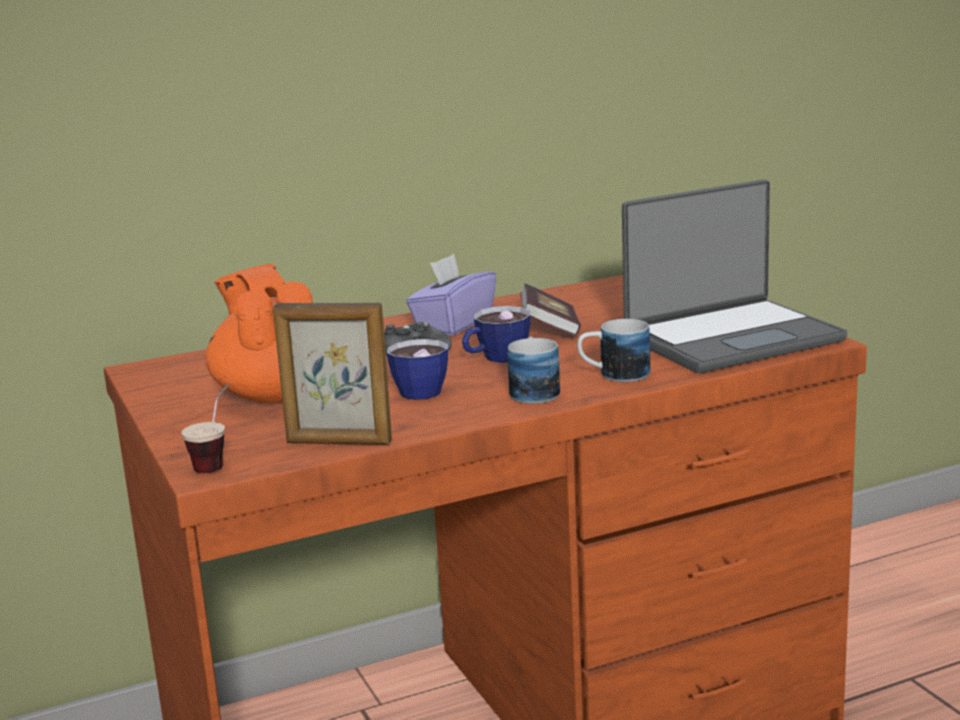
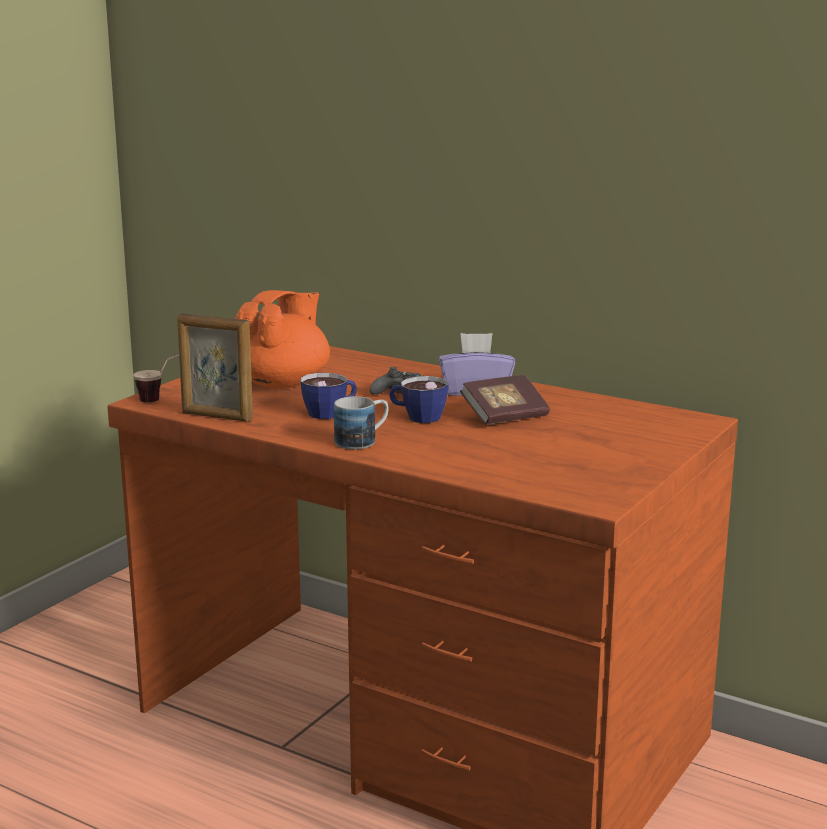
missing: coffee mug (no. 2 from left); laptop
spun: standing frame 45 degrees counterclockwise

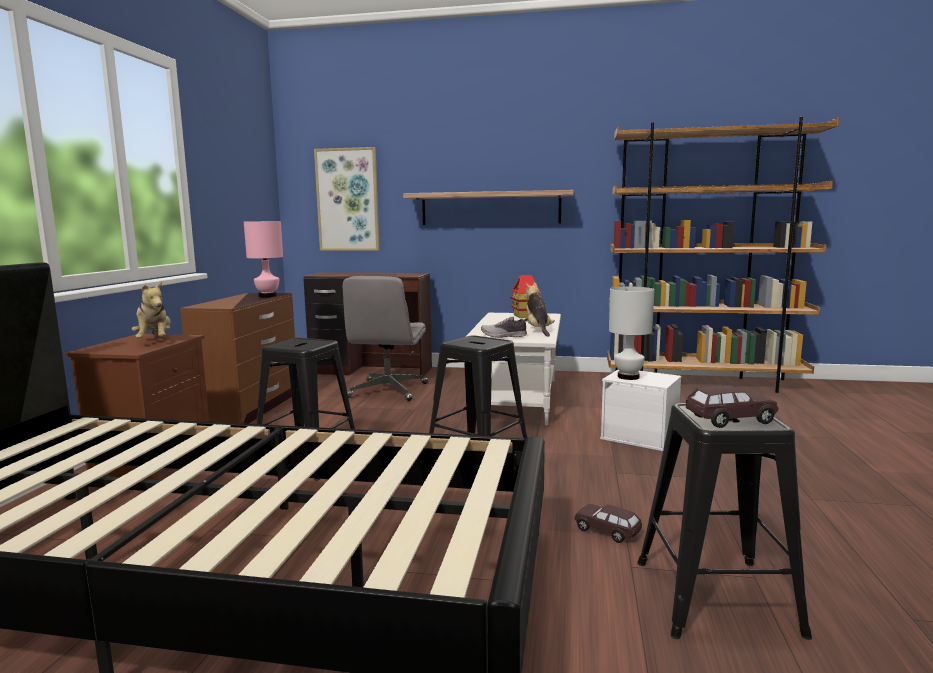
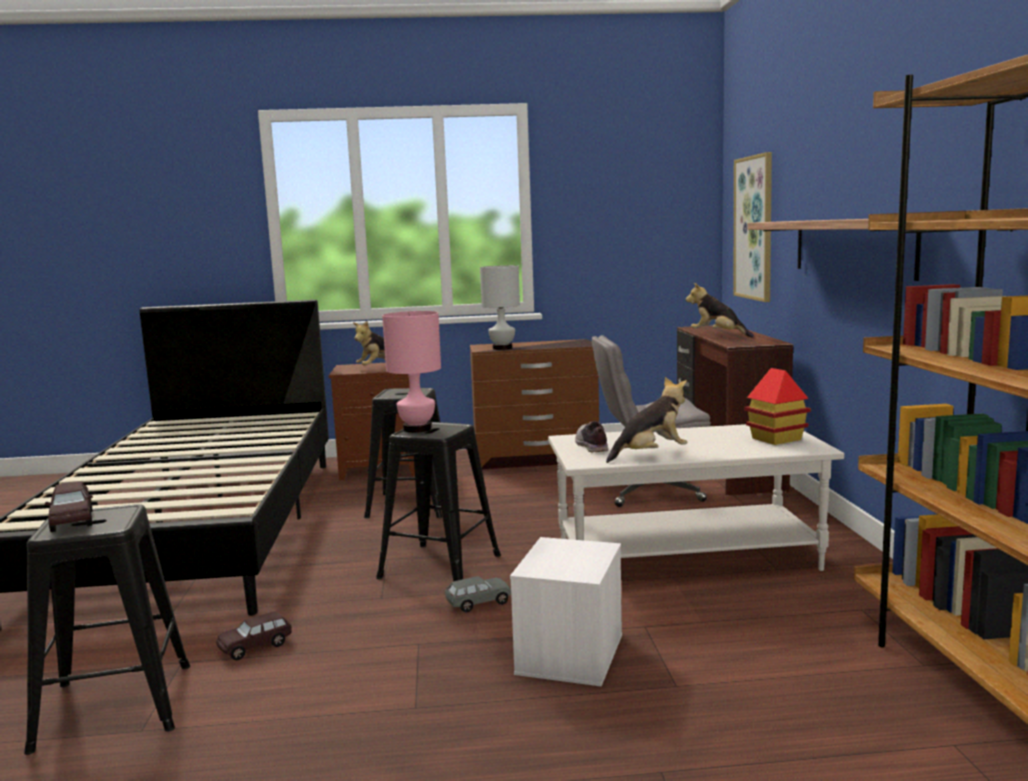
appeared: gray miniature car; cuddly toy (no. 3 from left)
relocated: pink-coloured tabletop lamp; white tabletop lamp
spun: brown miniature car (no. 1 from left in the first image) 150 degrees counterclockwise

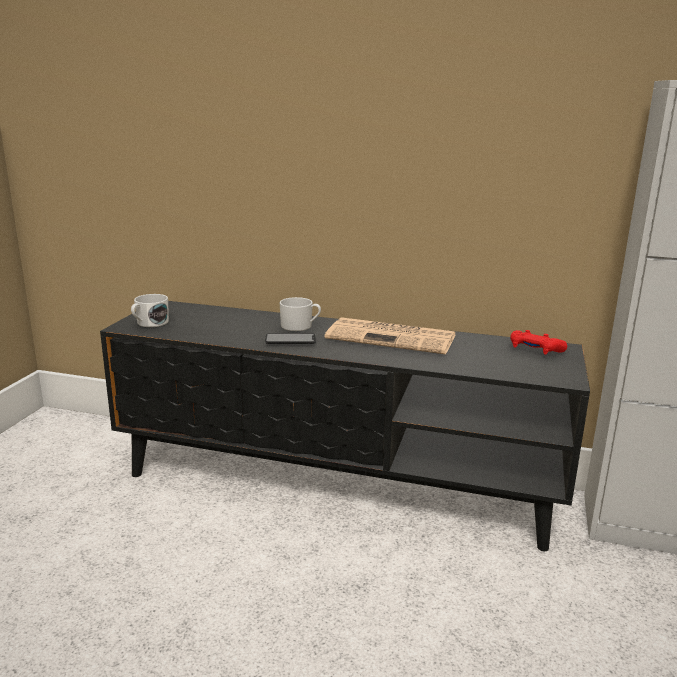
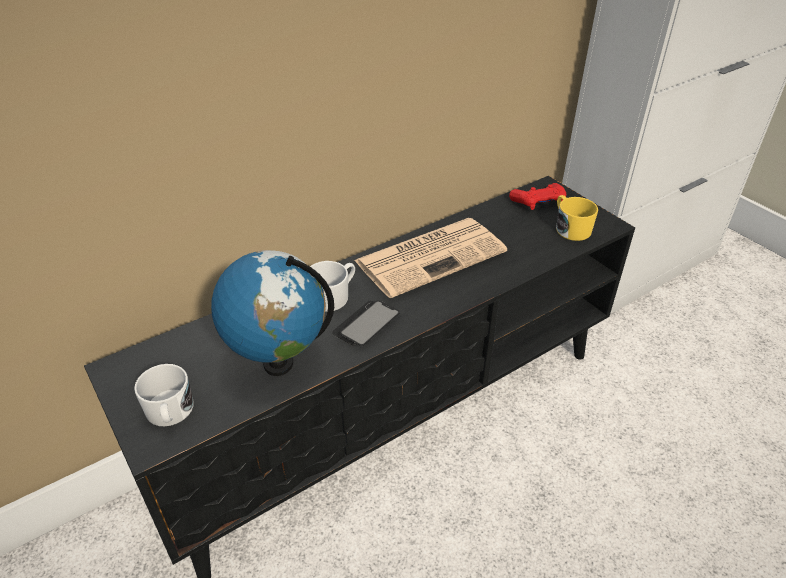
appeared: globe; yellow coffee mug

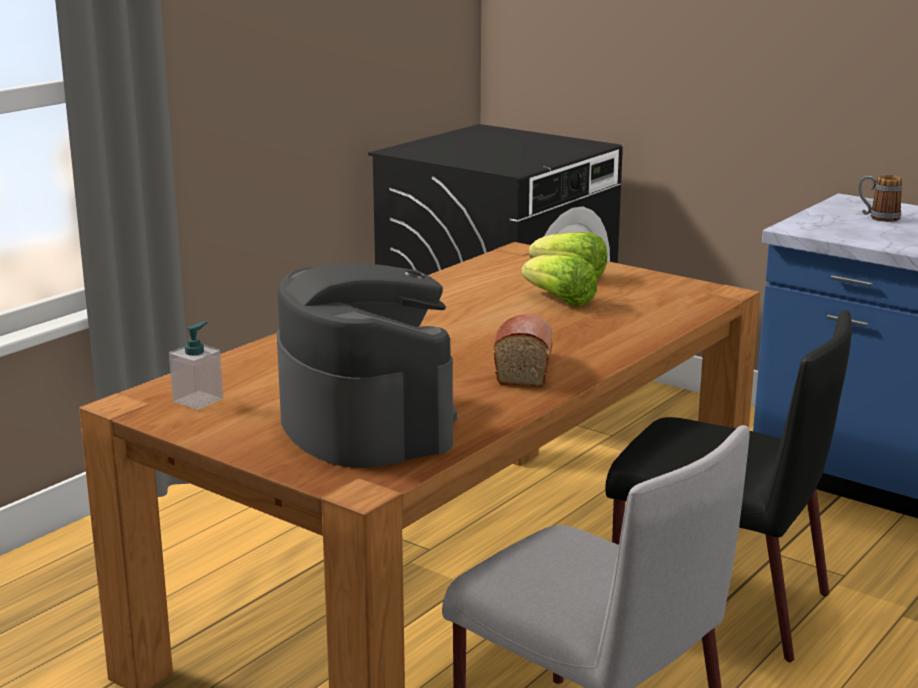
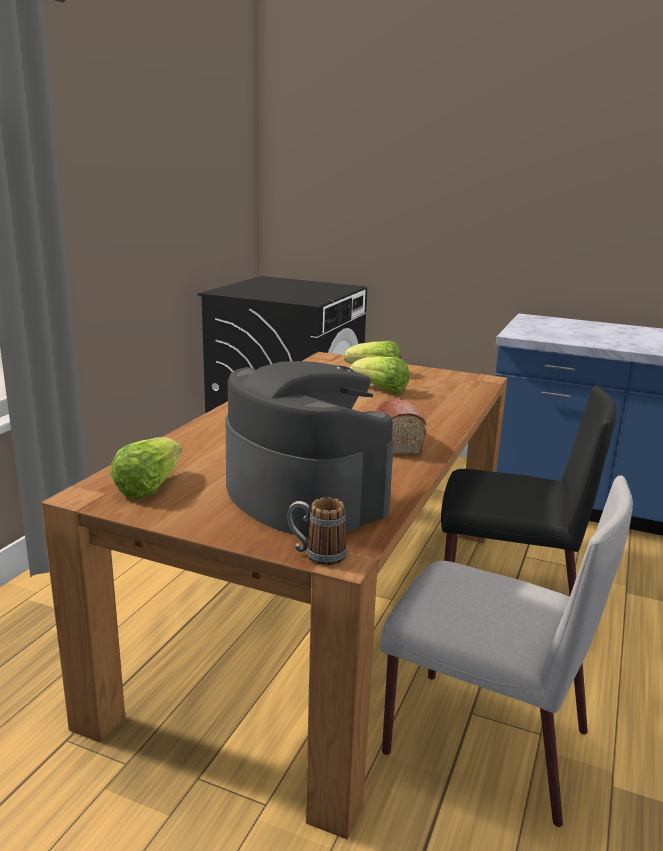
relocated: coffee mug
exchanged: soap dispenser to lettuce head (no. 1 from left)

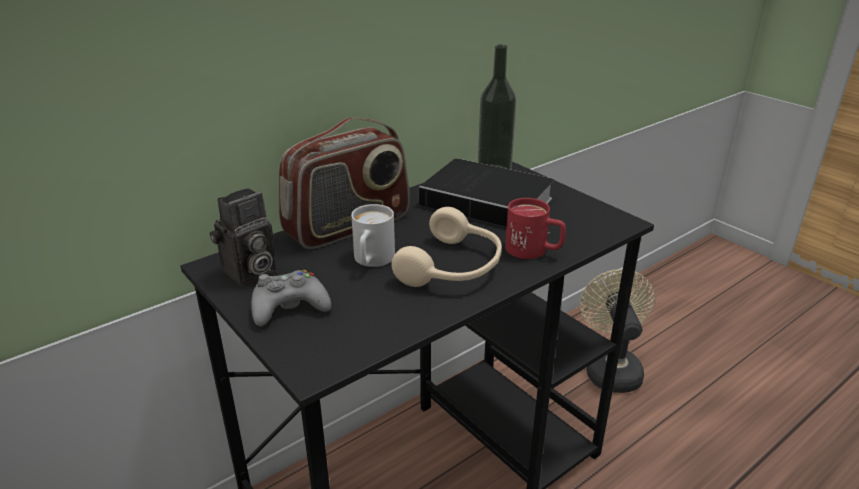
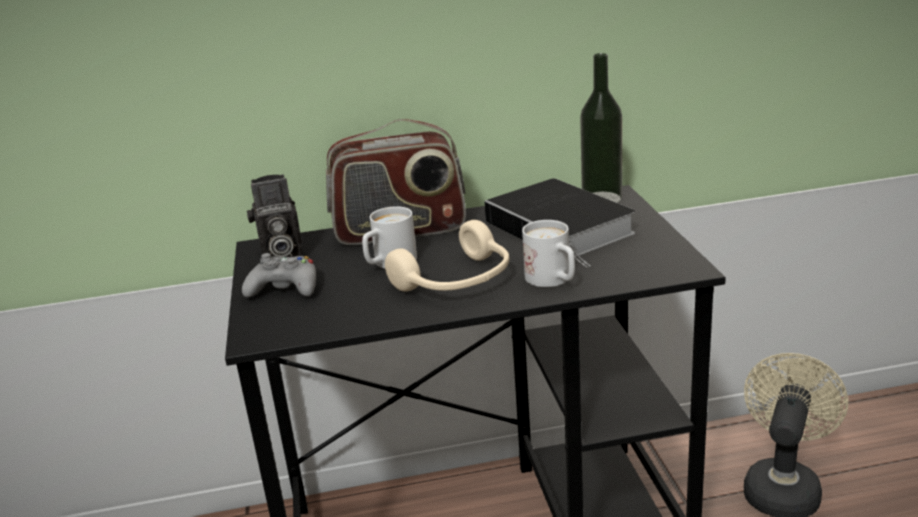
colour: reddish coffee mug to white coffee mug (no. 2 from left)

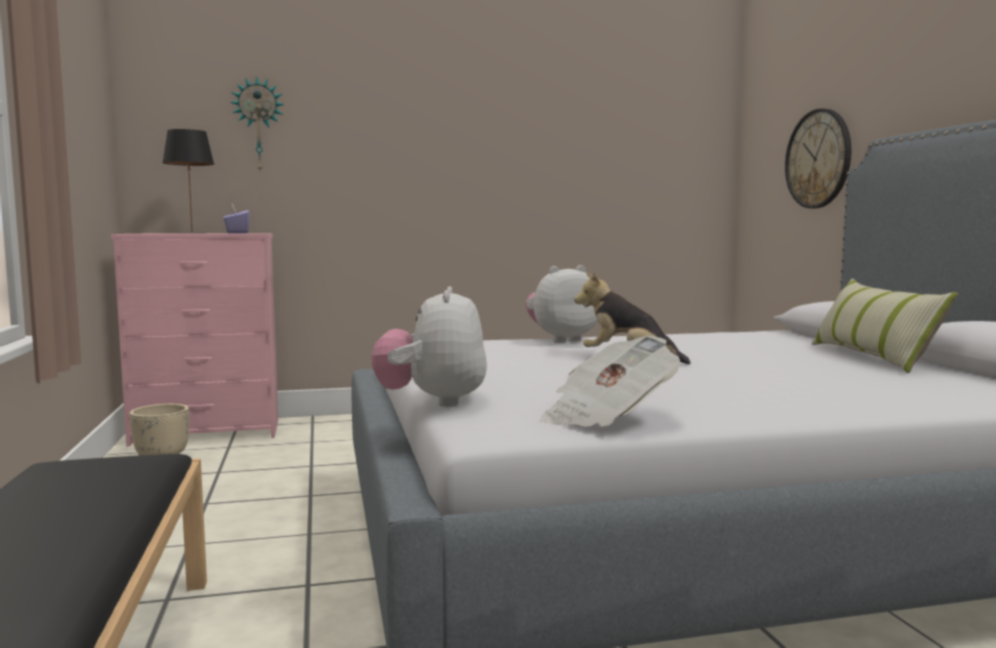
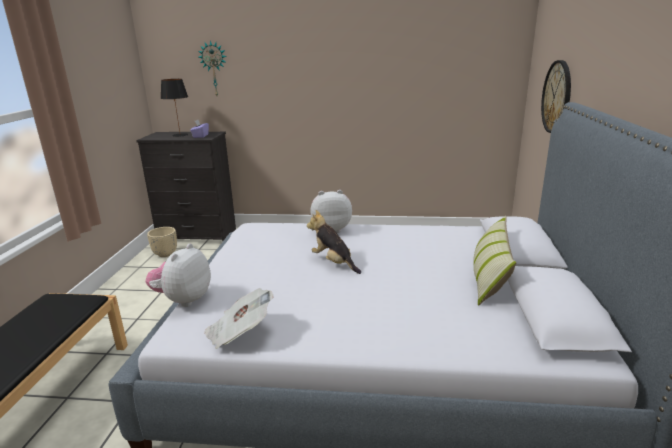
colour: pink-coloured drawer chest to black drawer chest

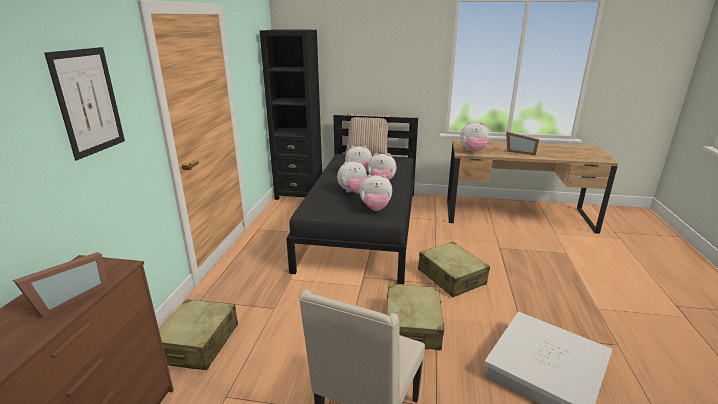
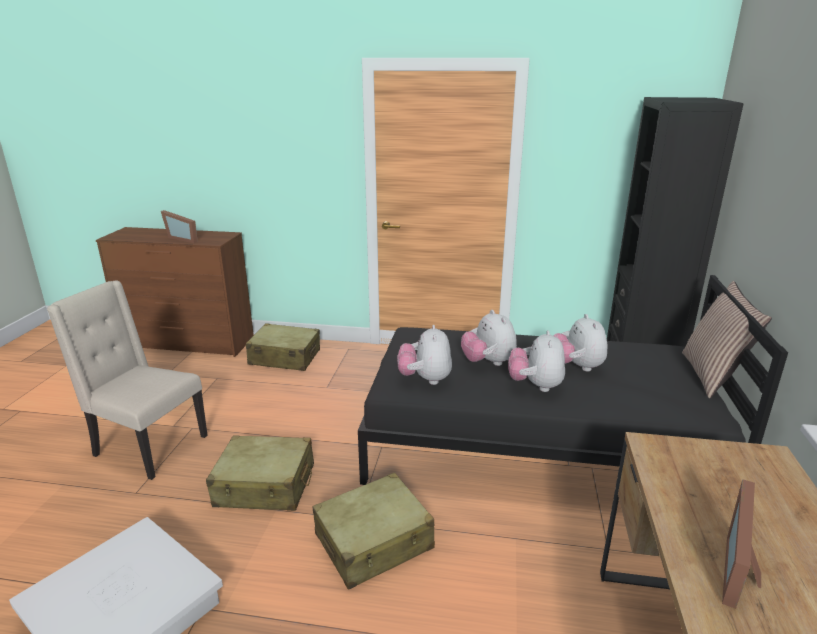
missing: wall picture; cuddly toy (no. 5 from left)

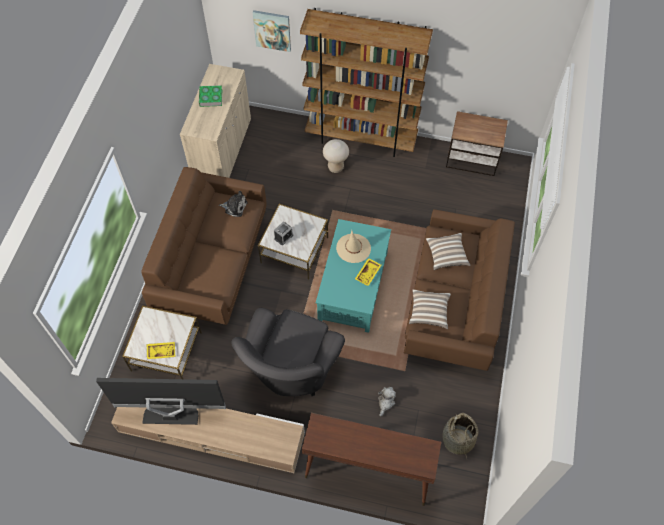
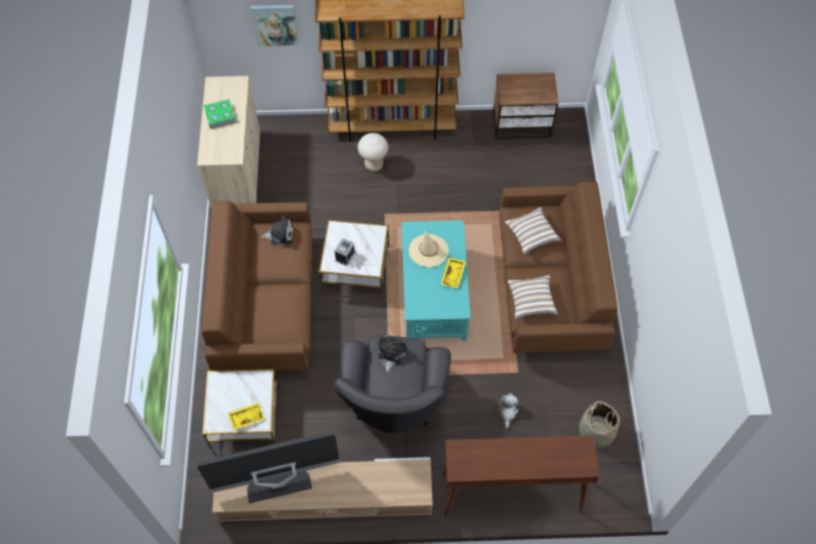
appeared: cuddly toy (no. 2 from left)

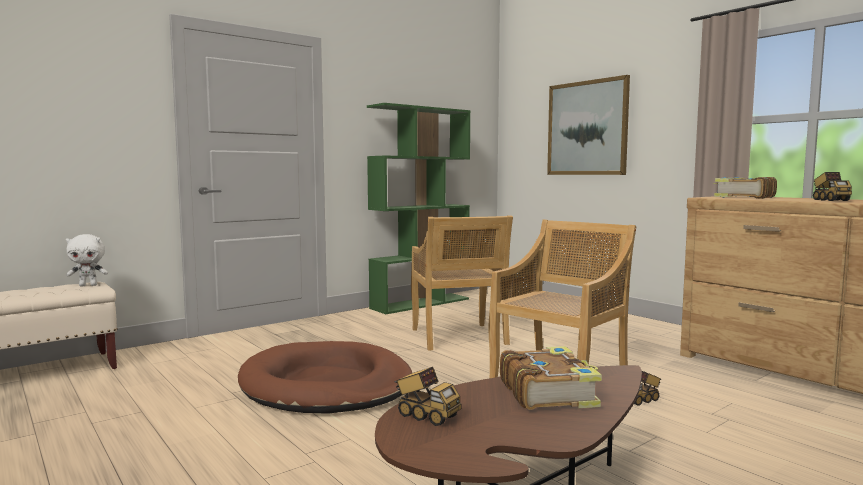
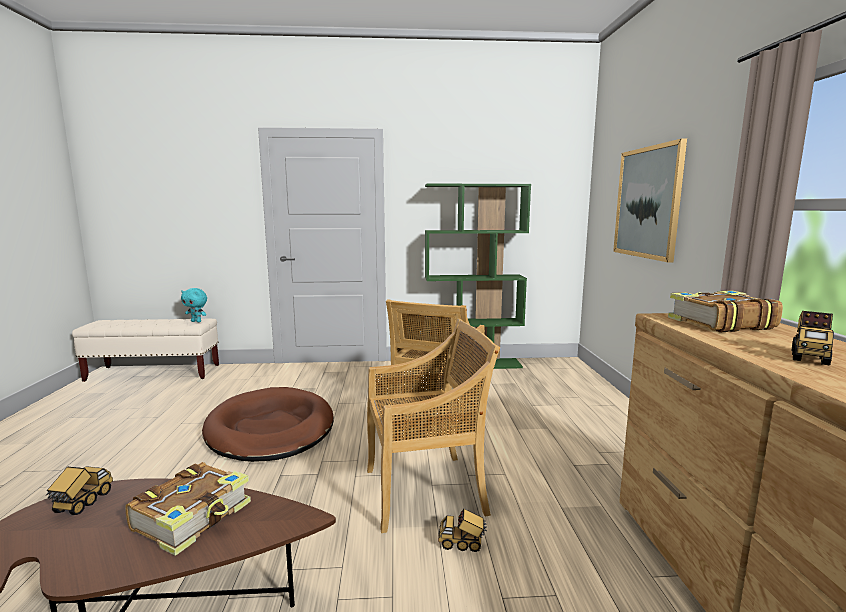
colour: white cuddly toy to blue-green cuddly toy
spun: model truck (no. 1 from left) 150 degrees counterclockwise

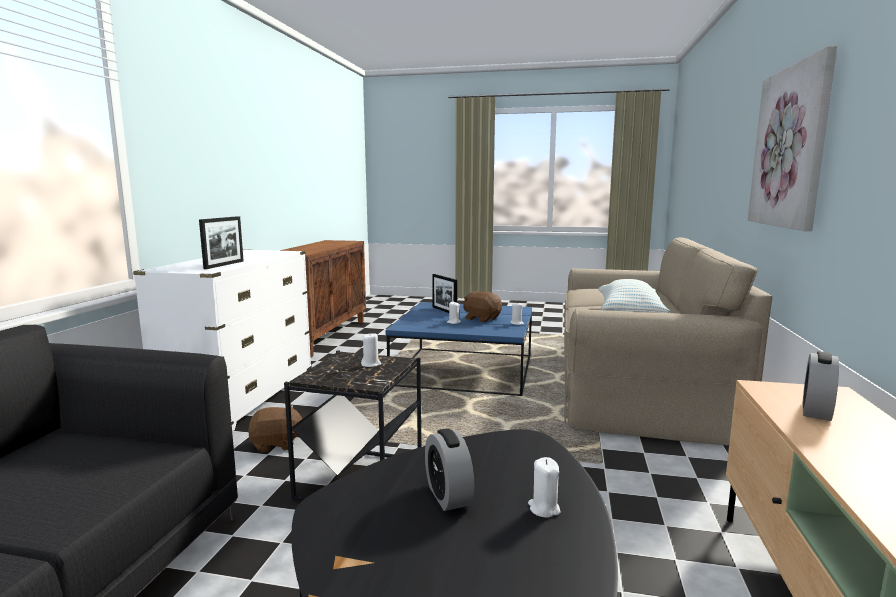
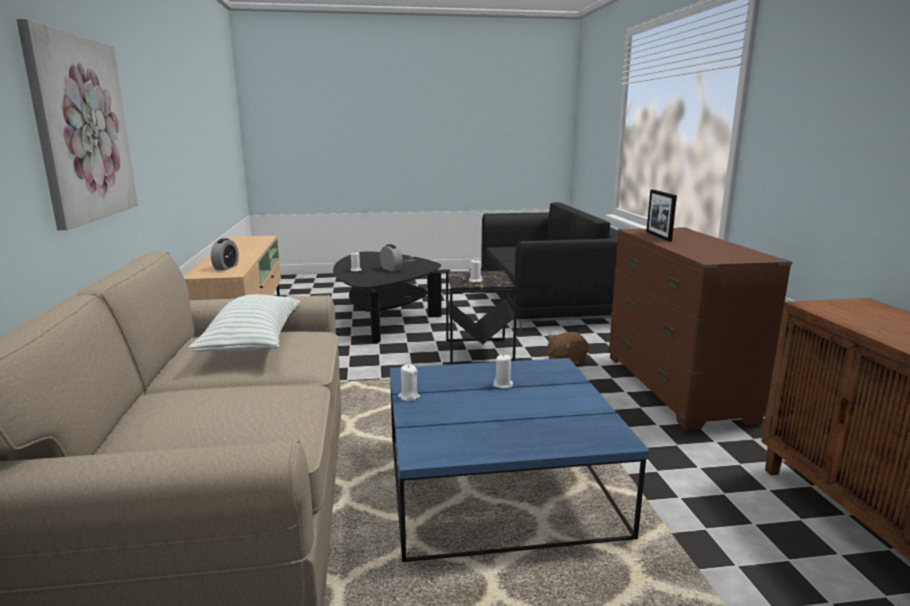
missing: standing frame (no. 2 from left); brown cuddly toy (no. 2 from left)
colour: white drawer chest to brown drawer chest

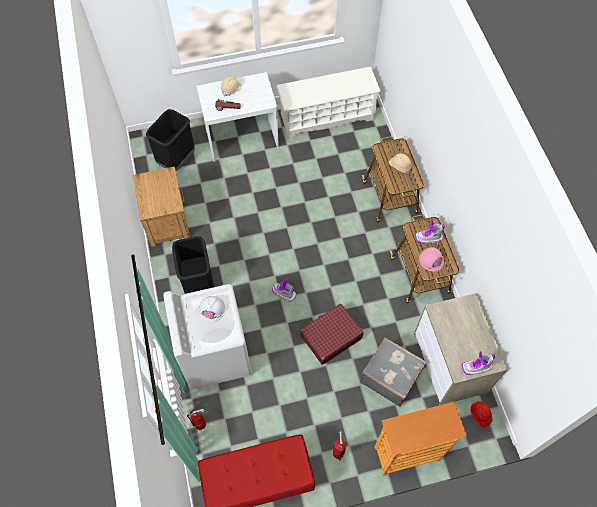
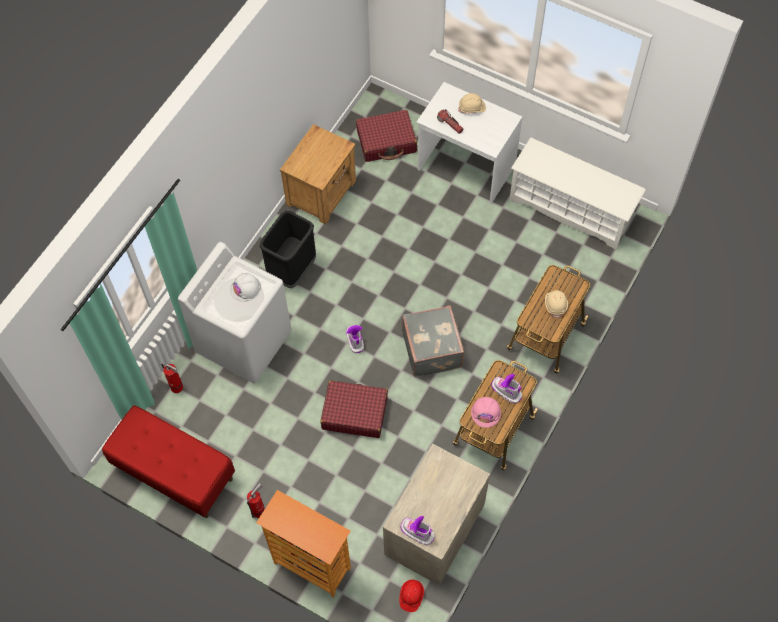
relocated: gray suitcase
exchanged: black trash can (no. 1 from left) to reddish suitcase (no. 2 from left)

